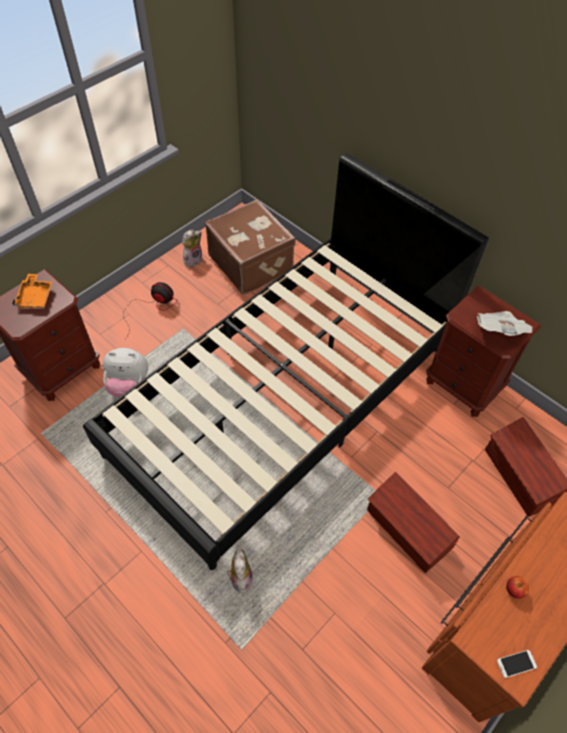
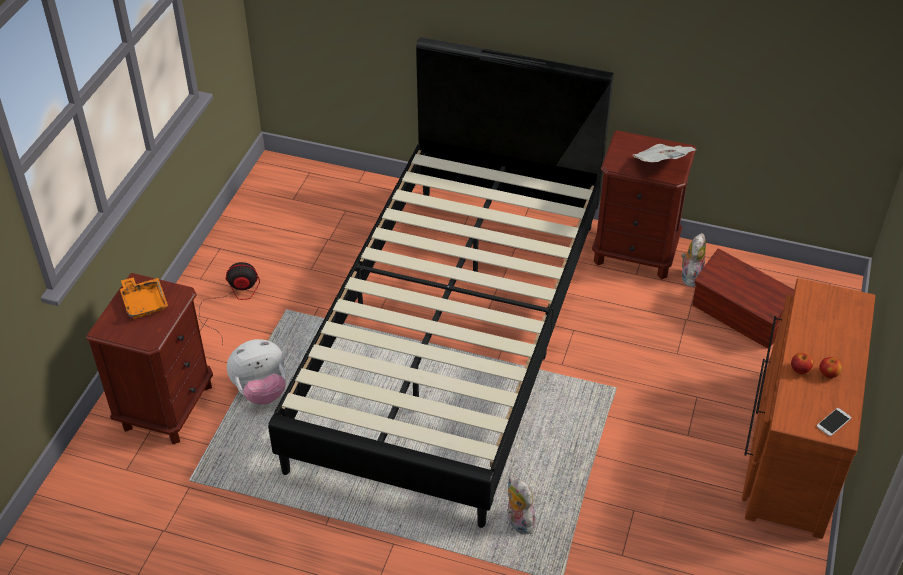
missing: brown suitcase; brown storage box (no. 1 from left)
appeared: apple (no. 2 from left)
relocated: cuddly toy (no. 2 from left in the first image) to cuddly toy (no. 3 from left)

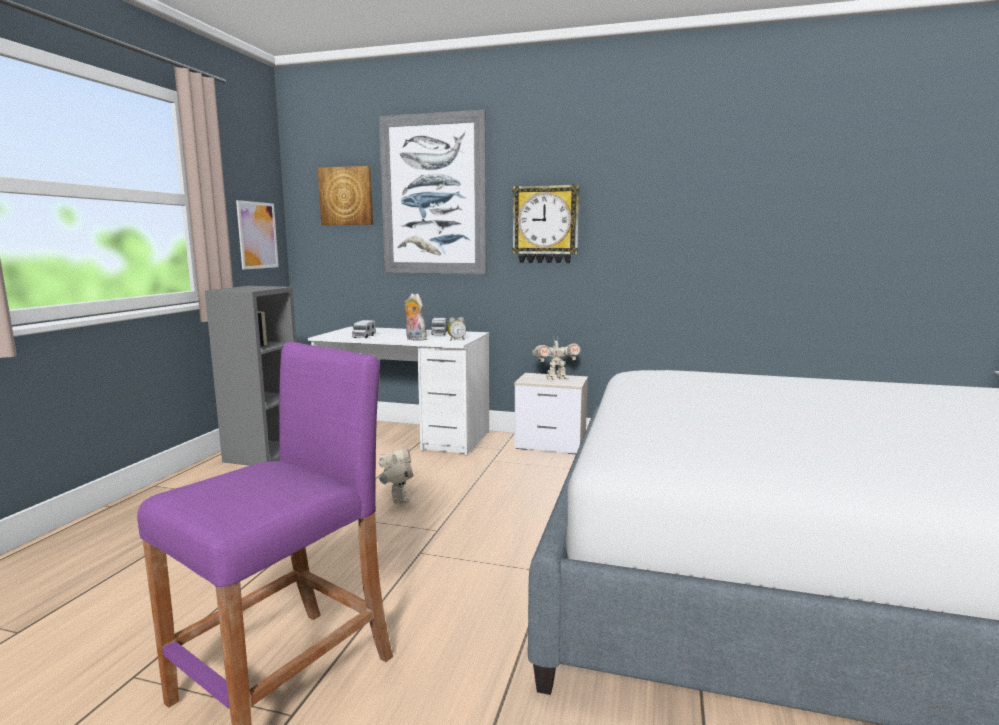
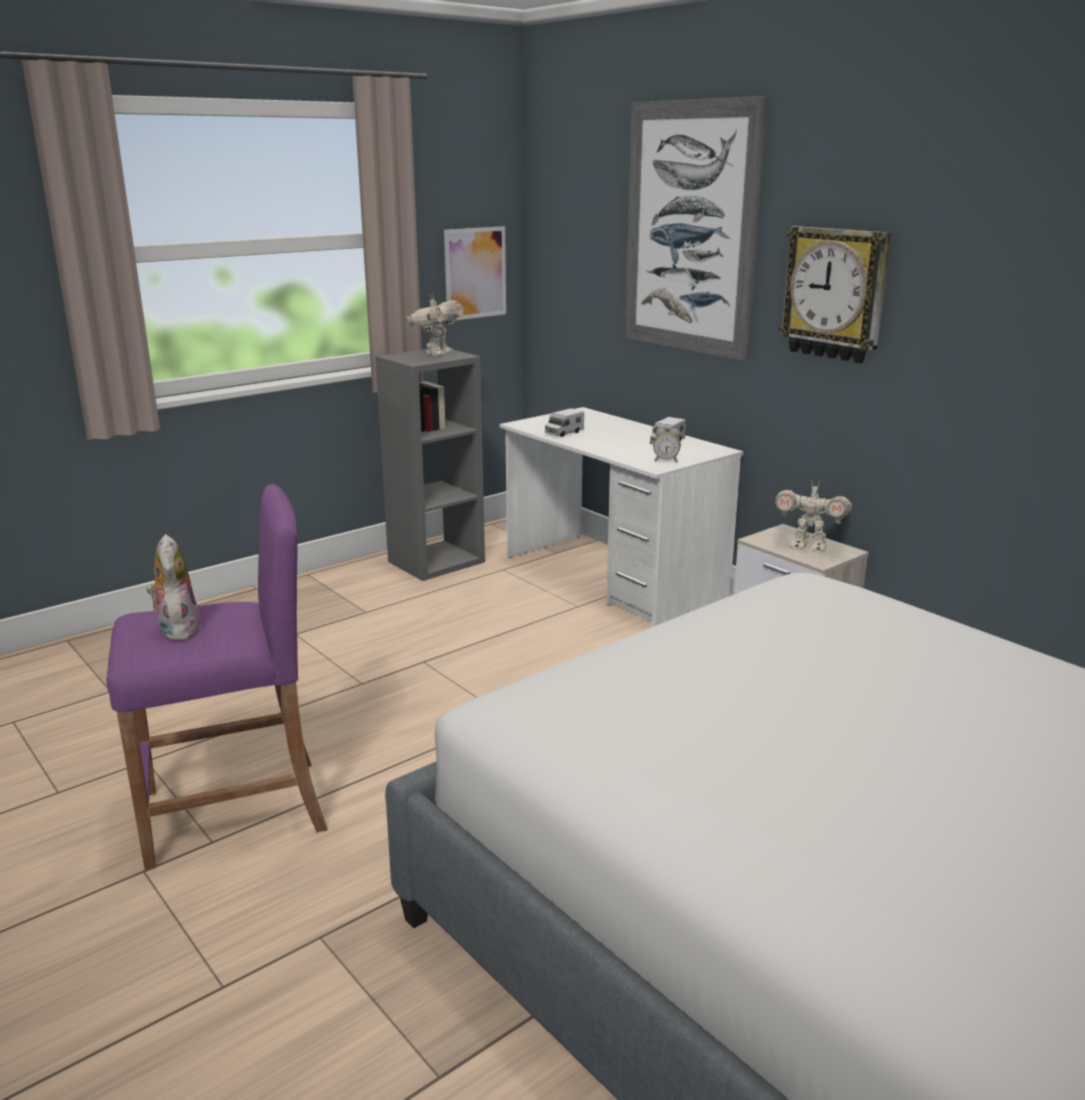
missing: wall picture (no. 2 from left)
relocated: cuddly toy; toy robot (no. 1 from left)

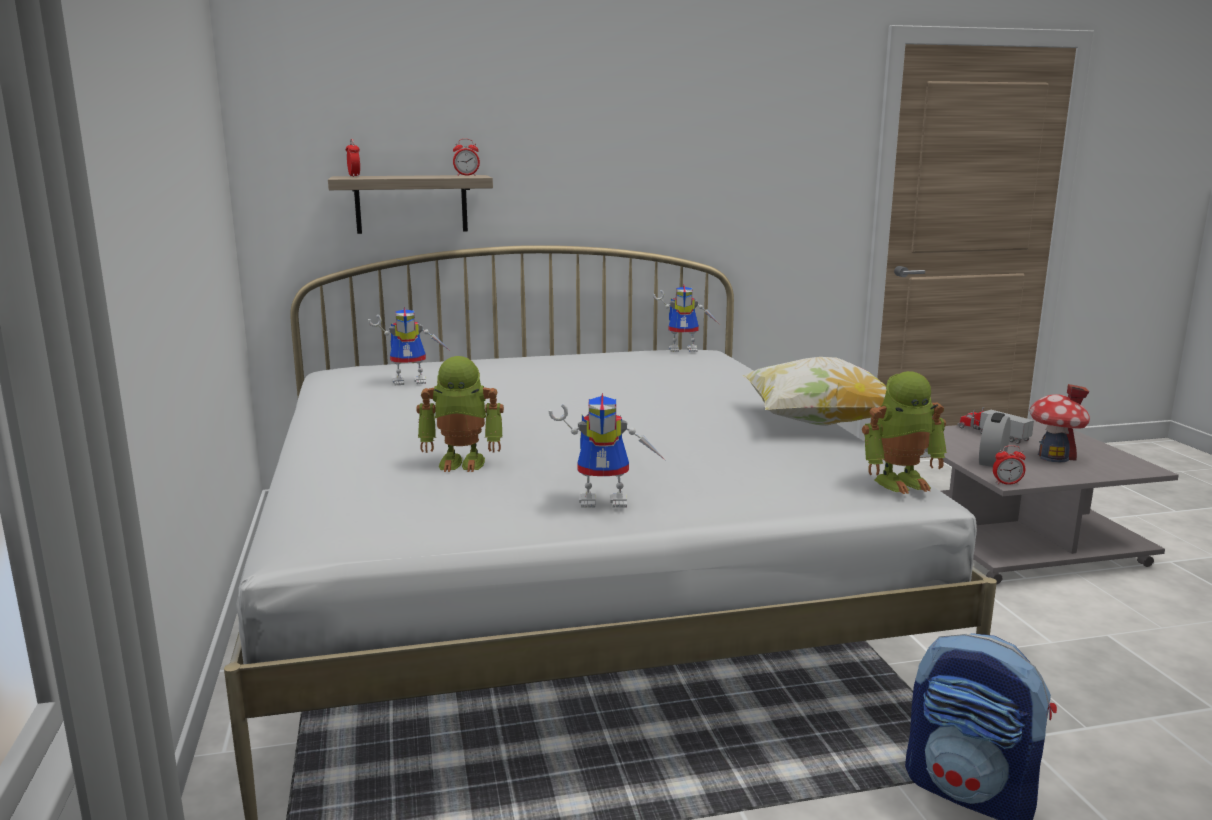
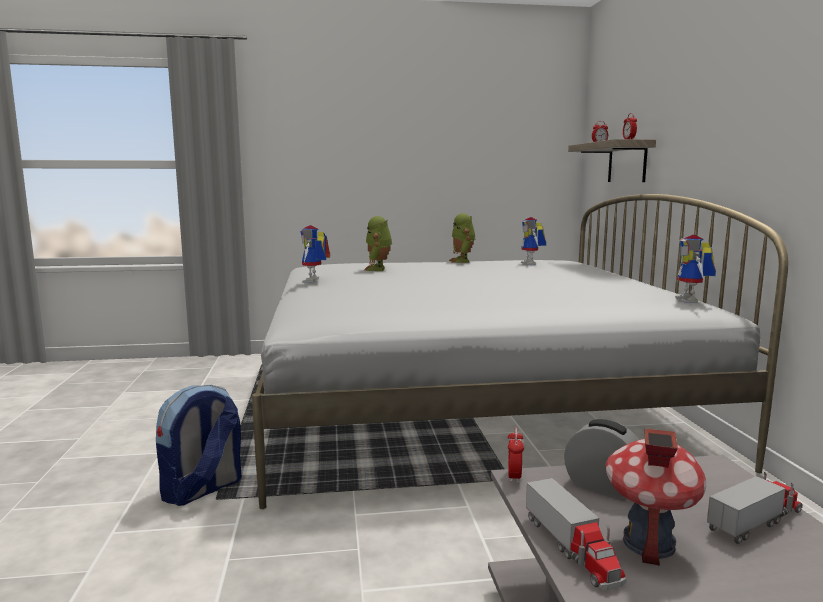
missing: cushion
appeared: model truck (no. 1 from left)
relocated: toy robot (no. 5 from left in the first image) to toy robot (no. 3 from left)

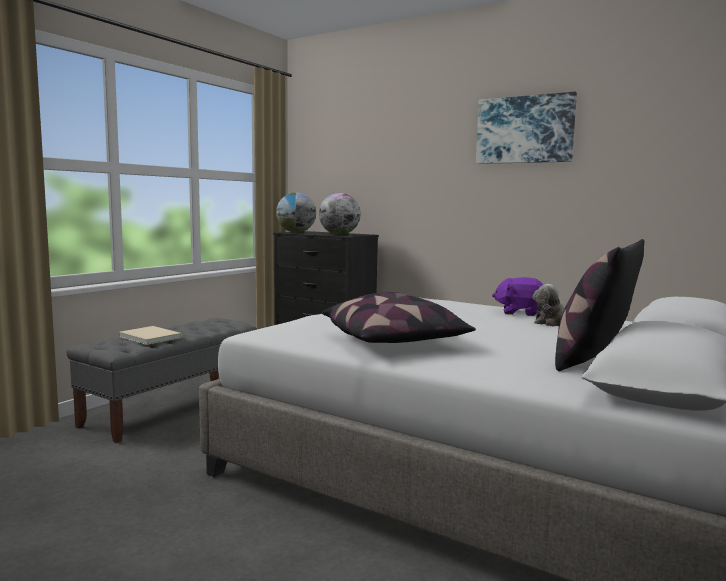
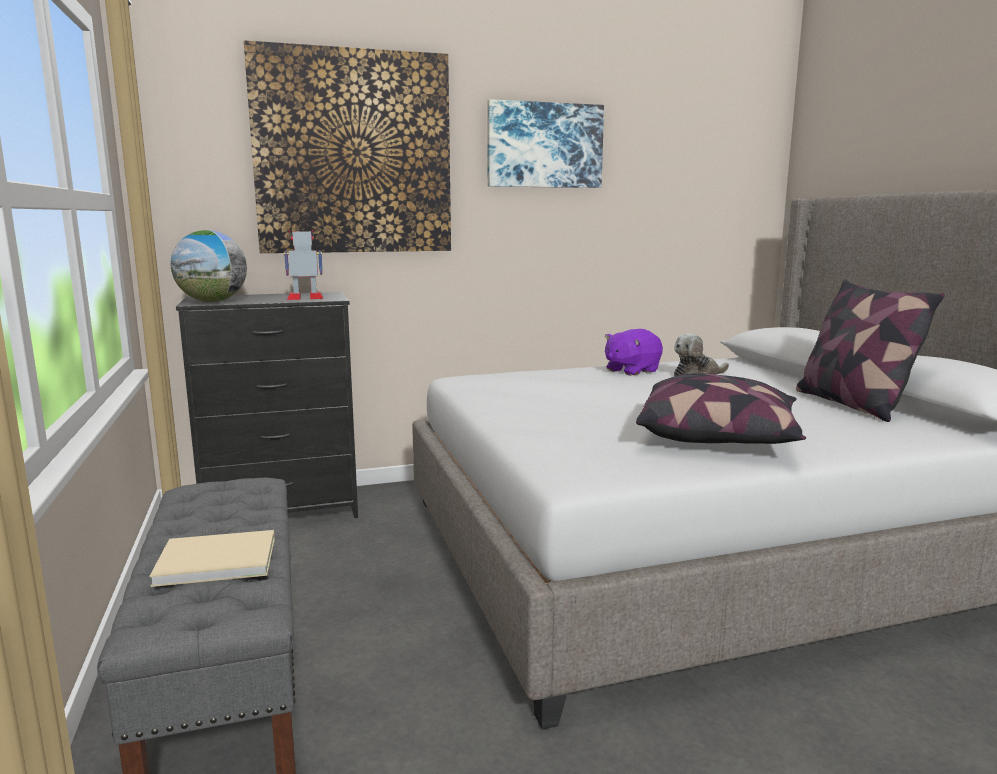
appeared: wall picture (no. 1 from left)
exchanged: globe (no. 2 from left) to toy robot

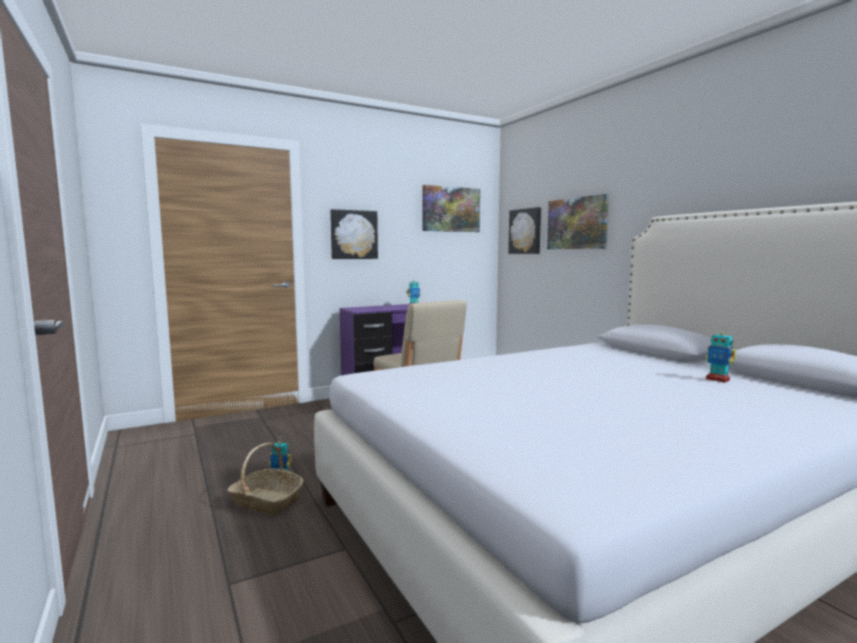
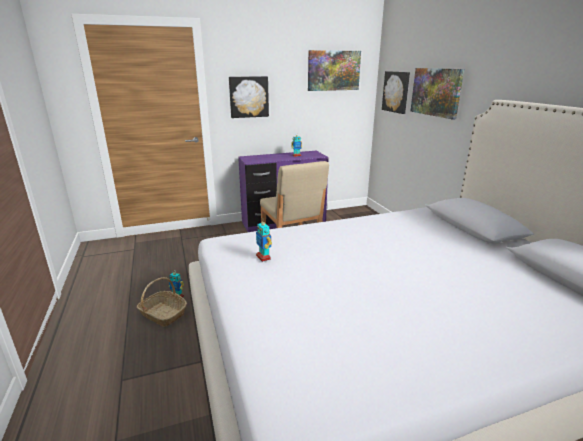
relocated: toy robot (no. 3 from left in the first image) to toy robot (no. 2 from left)

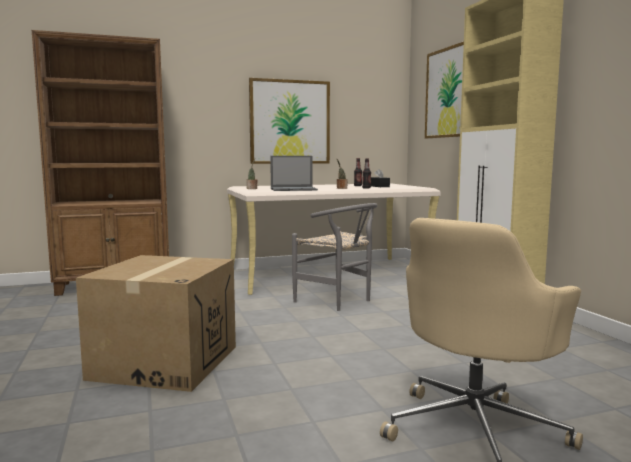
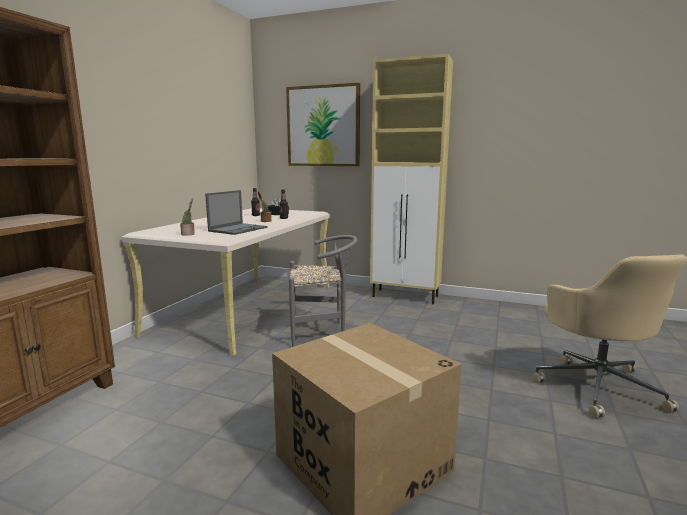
missing: wall picture (no. 1 from left)

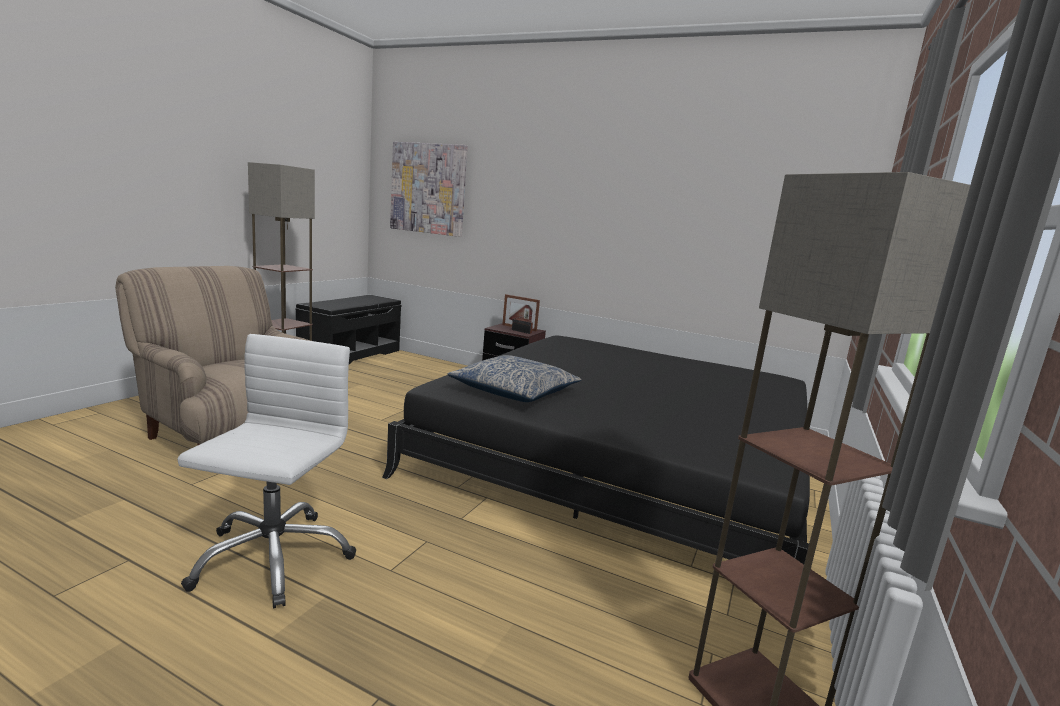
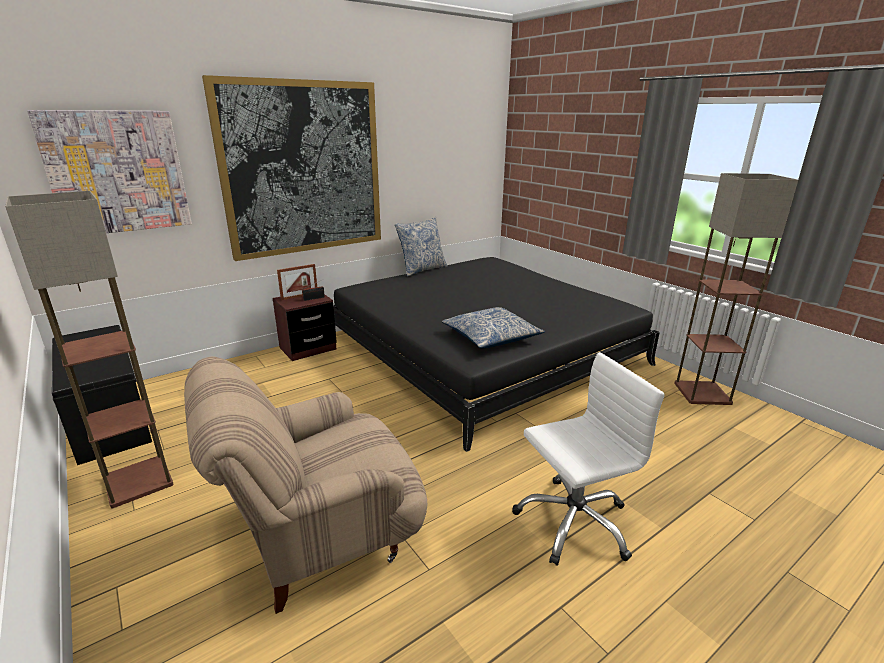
appeared: wall picture (no. 2 from left); cushion (no. 1 from left)
spun: white desk chair 120 degrees clockwise

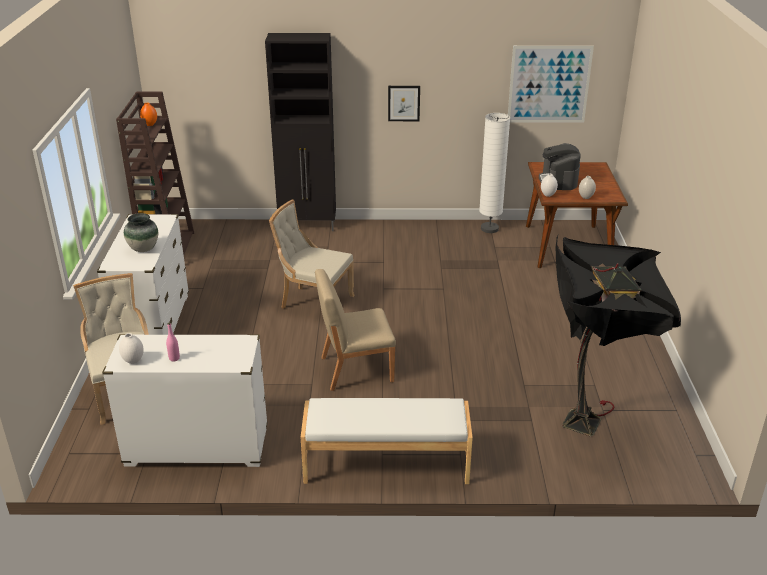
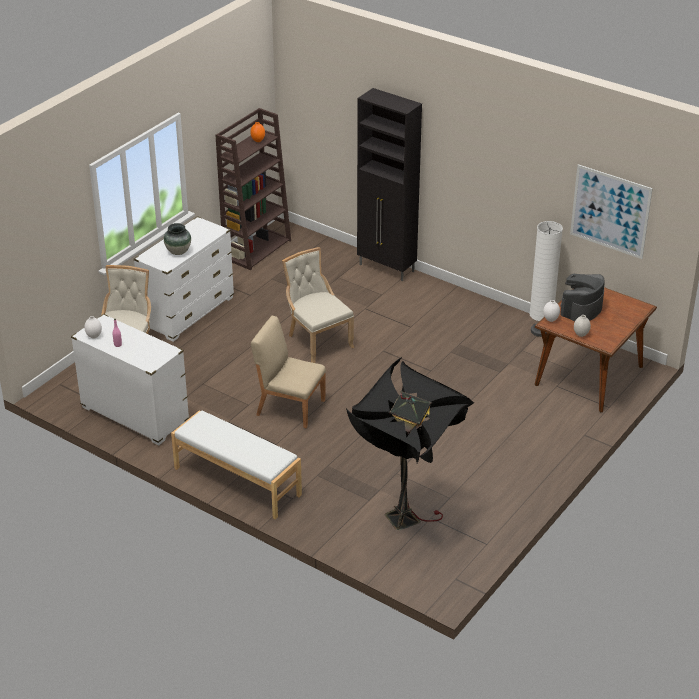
missing: wall picture (no. 1 from left)

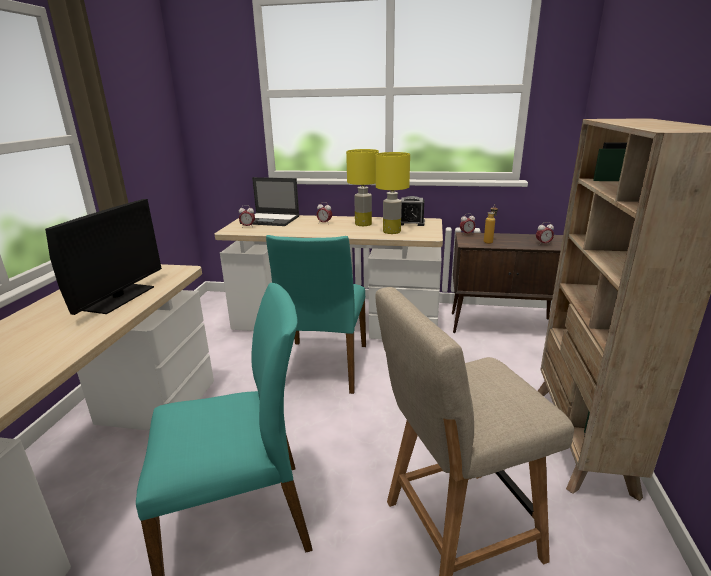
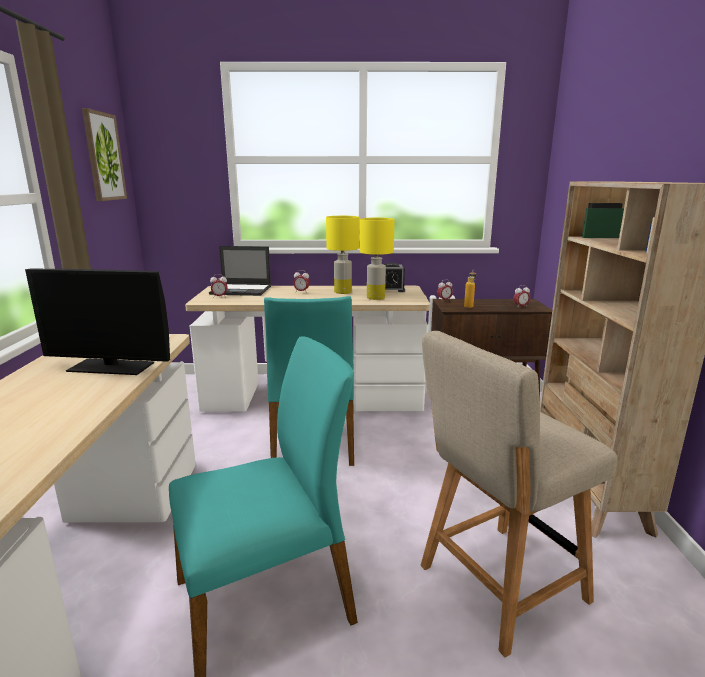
appeared: wall picture
spun: computer display 90 degrees clockwise

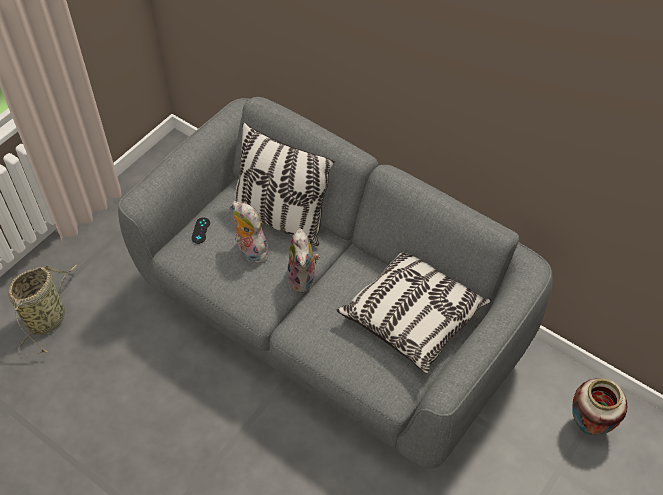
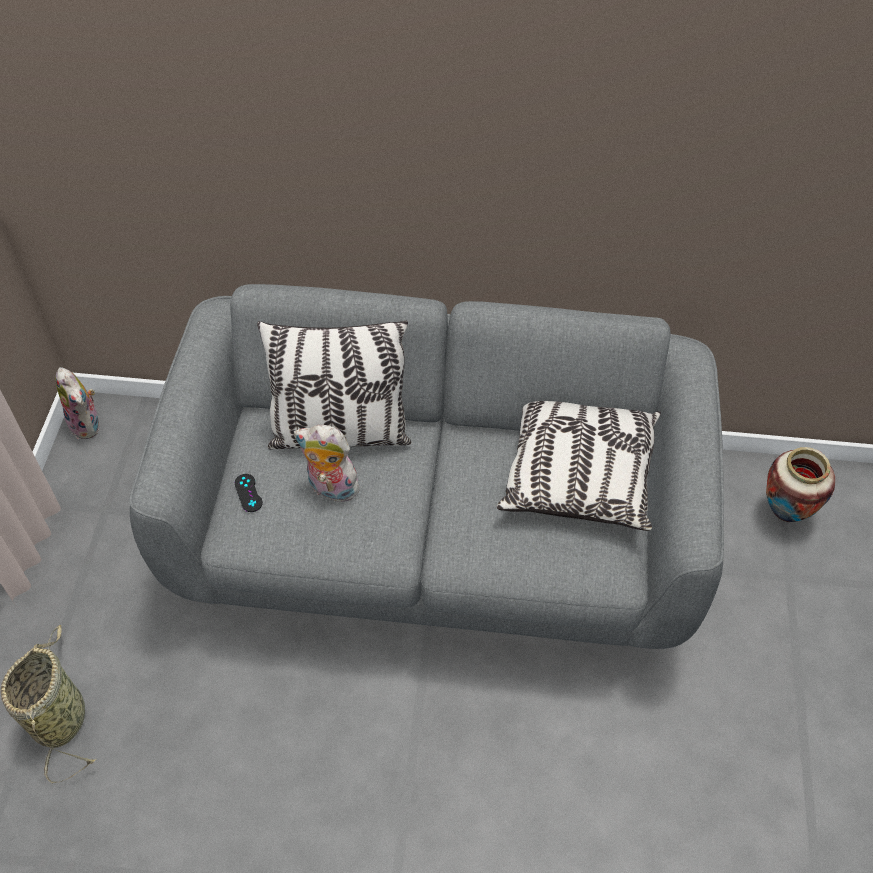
relocated: cuddly toy (no. 2 from left in the first image) to cuddly toy (no. 1 from left)

